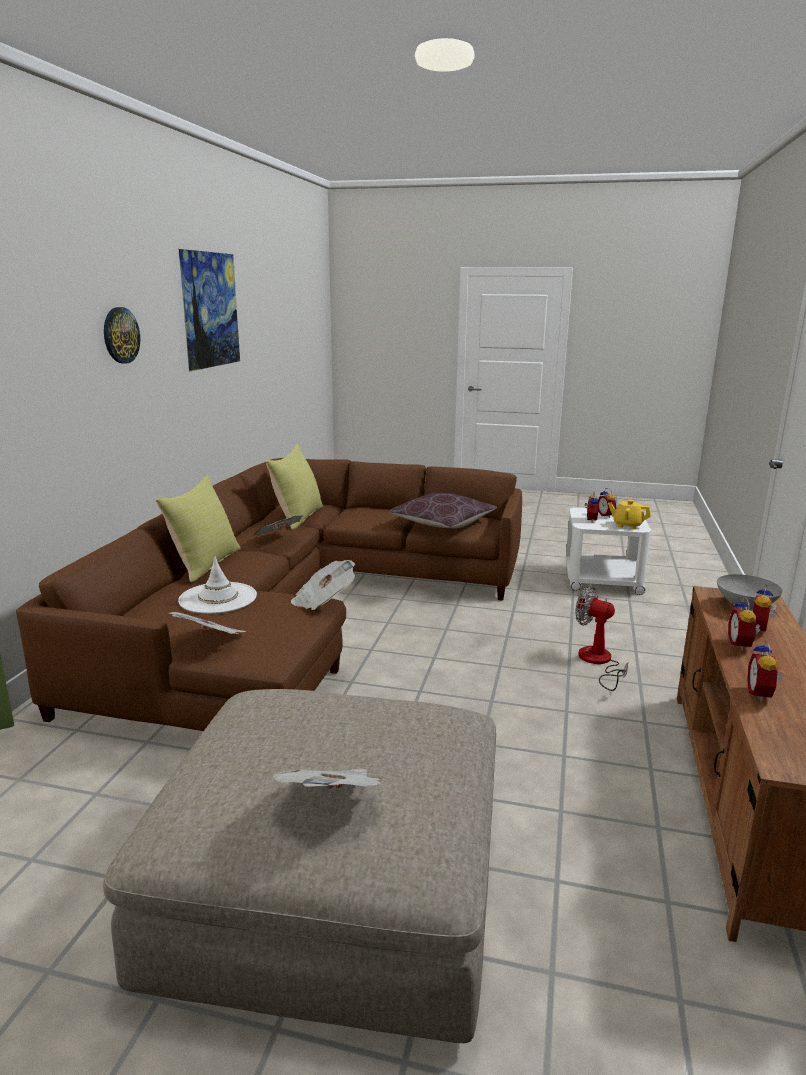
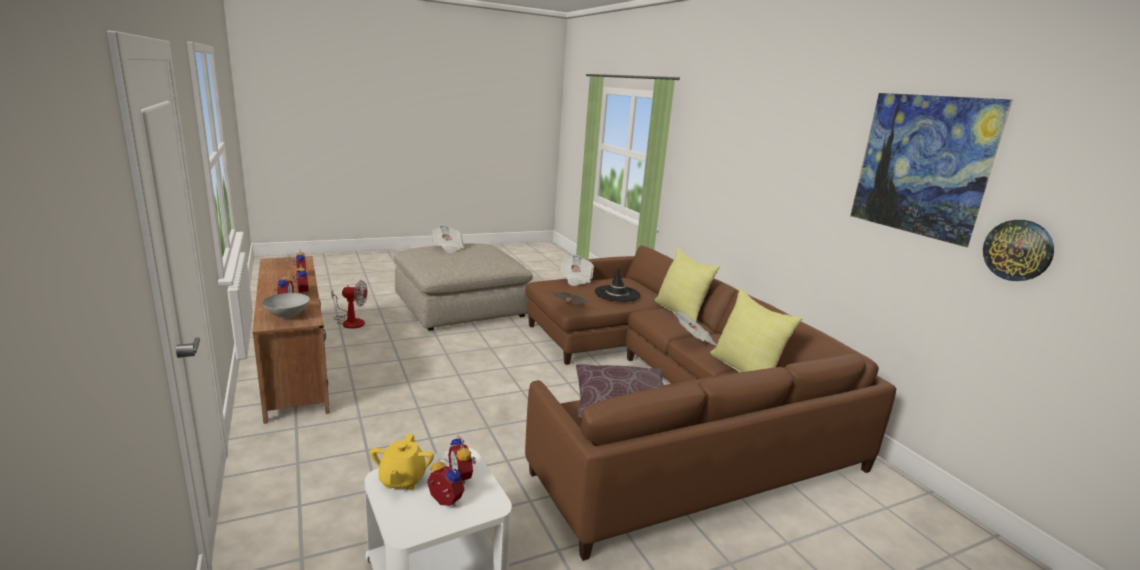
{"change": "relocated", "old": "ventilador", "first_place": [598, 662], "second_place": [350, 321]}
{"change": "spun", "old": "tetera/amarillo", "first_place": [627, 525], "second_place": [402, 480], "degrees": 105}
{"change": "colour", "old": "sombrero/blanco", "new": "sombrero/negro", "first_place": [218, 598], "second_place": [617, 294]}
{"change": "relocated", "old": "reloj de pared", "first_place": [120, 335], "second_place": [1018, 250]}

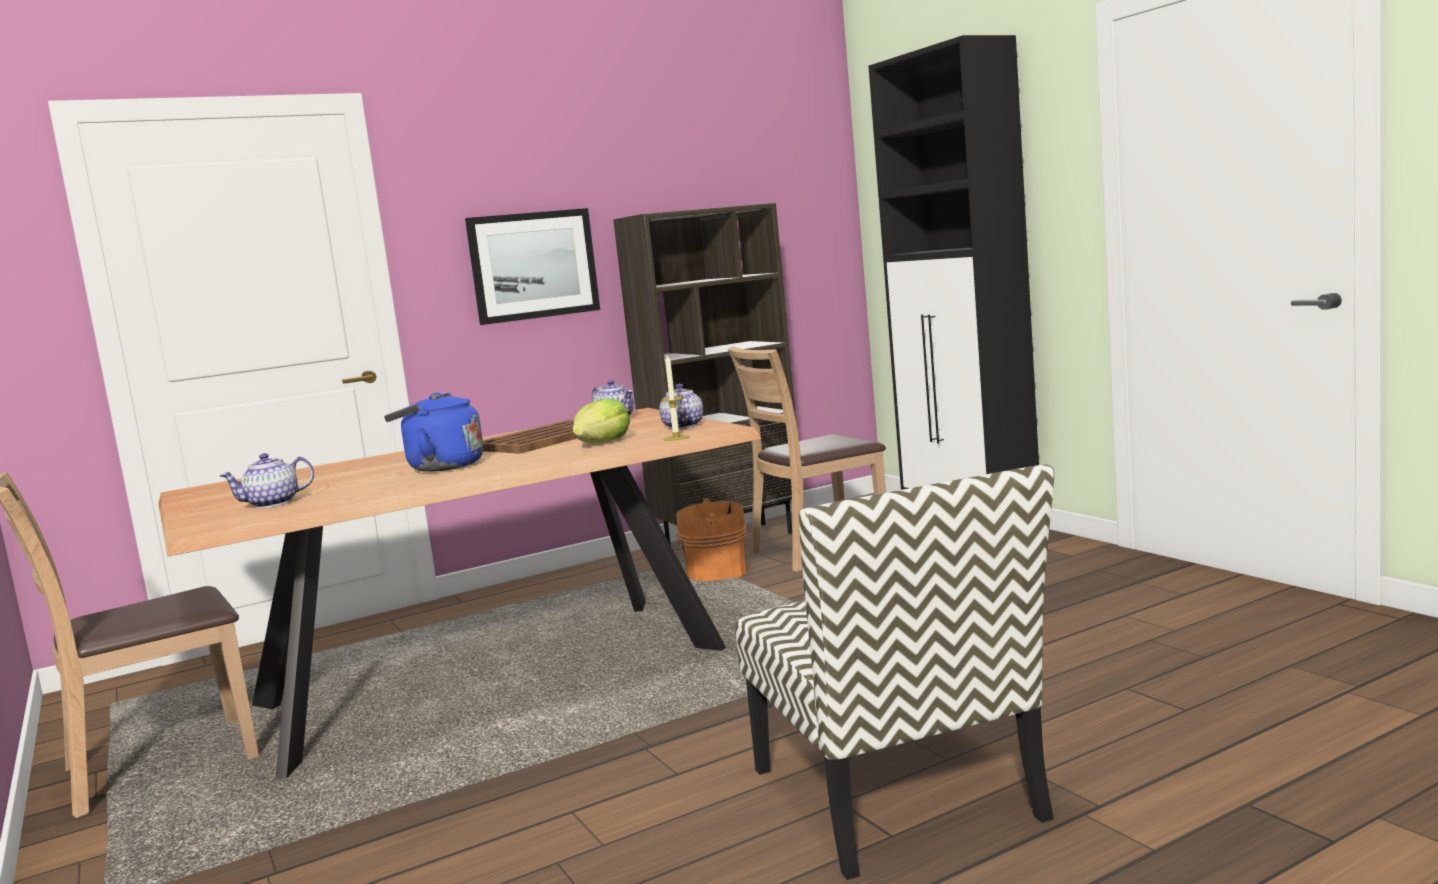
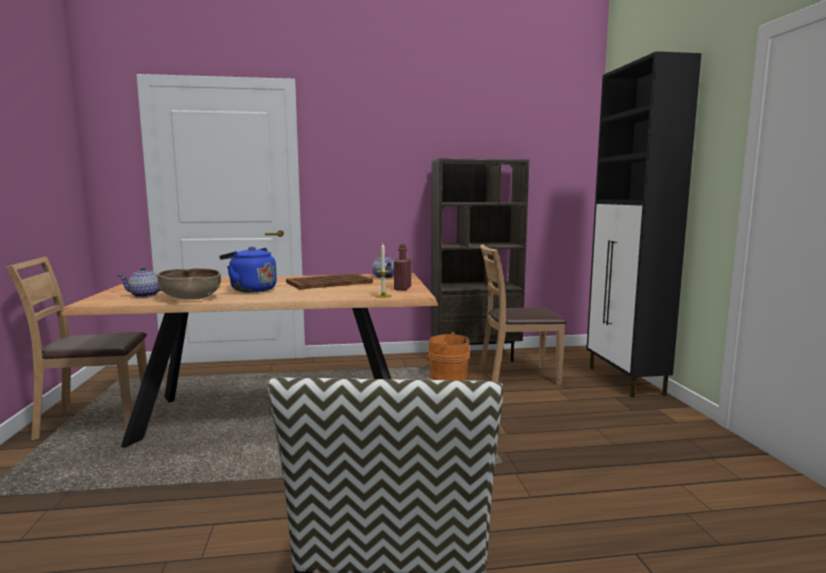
{"change": "appeared", "new": "cuenco/marrón", "second_place": [191, 298]}
{"change": "exchanged", "old": "tetera", "new": "botella/rojo", "first_place": [682, 426], "second_place": [402, 289]}
{"change": "missing", "old": "cuadro", "first_place": [533, 265]}
{"change": "missing", "old": "lechuga", "first_place": [602, 443]}

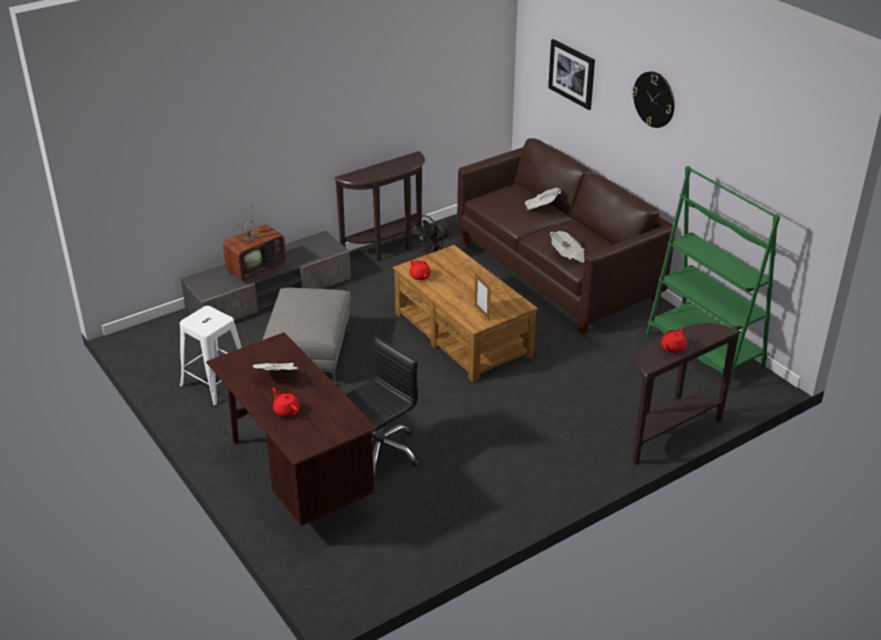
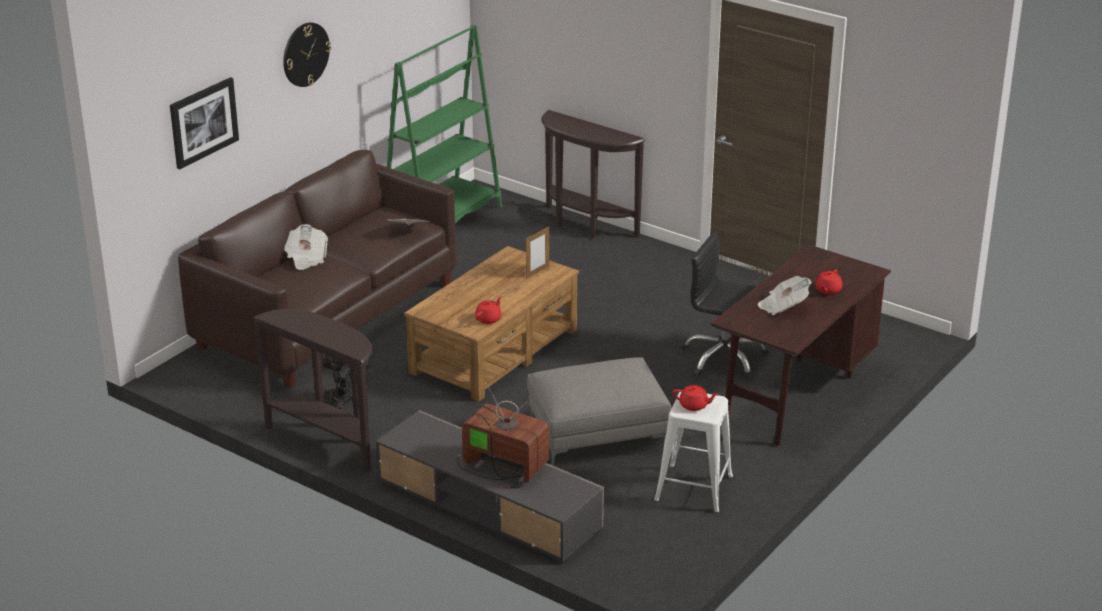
{"change": "relocated", "old": "tetera/rojo", "first_place": [672, 348], "second_place": [694, 405]}

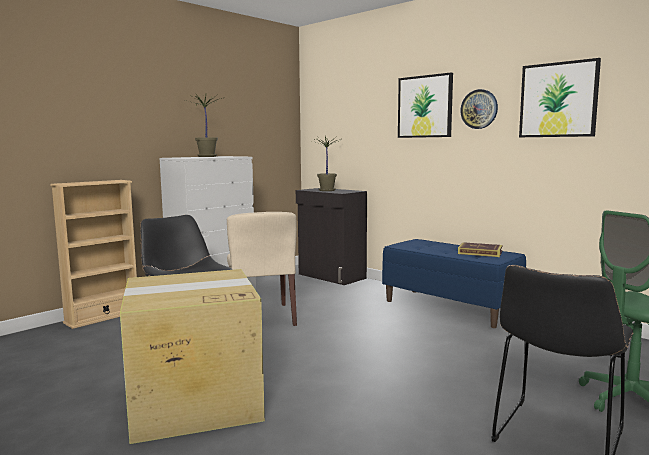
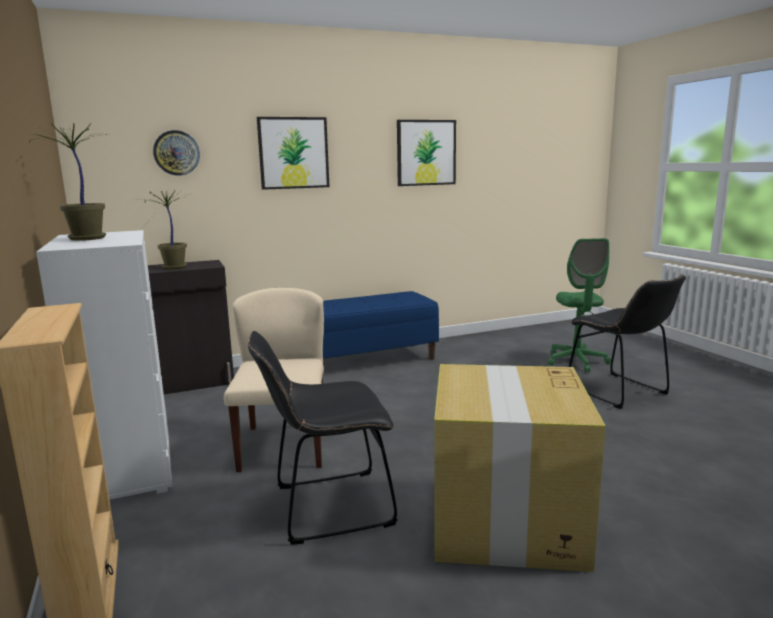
{"change": "relocated", "old": "reloj de pared", "first_place": [479, 109], "second_place": [176, 153]}
{"change": "spun", "old": "silla/beis", "first_place": [262, 317], "second_place": [283, 446], "degrees": -105}
{"change": "missing", "old": "libro", "first_place": [480, 252]}

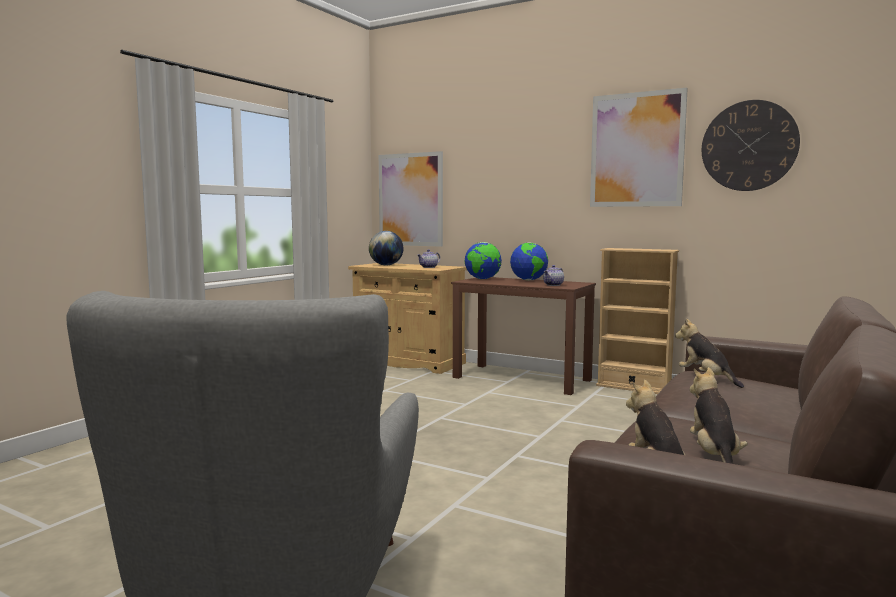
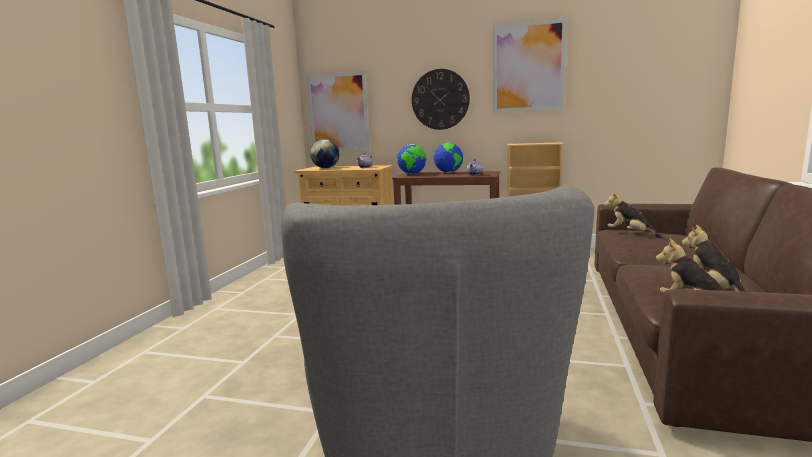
{"change": "relocated", "old": "reloj de pared", "first_place": [749, 146], "second_place": [440, 99]}

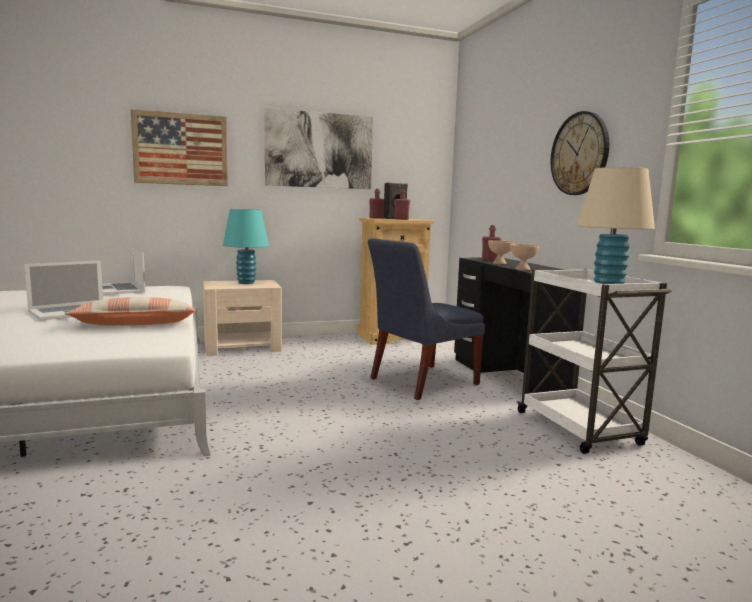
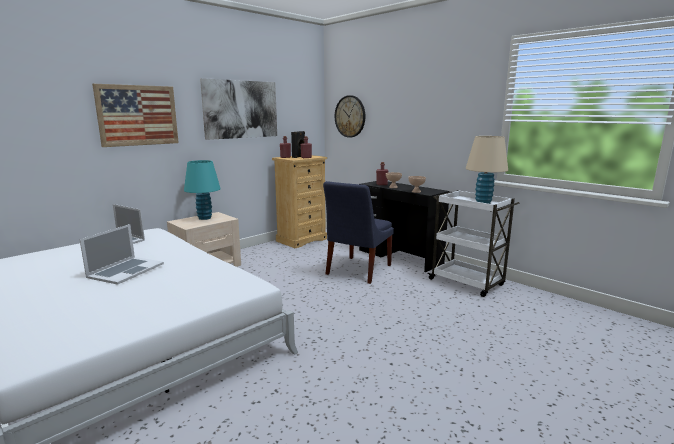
{"change": "relocated", "old": "reloj de pared", "first_place": [579, 154], "second_place": [350, 116]}
{"change": "missing", "old": "cojín", "first_place": [136, 325]}

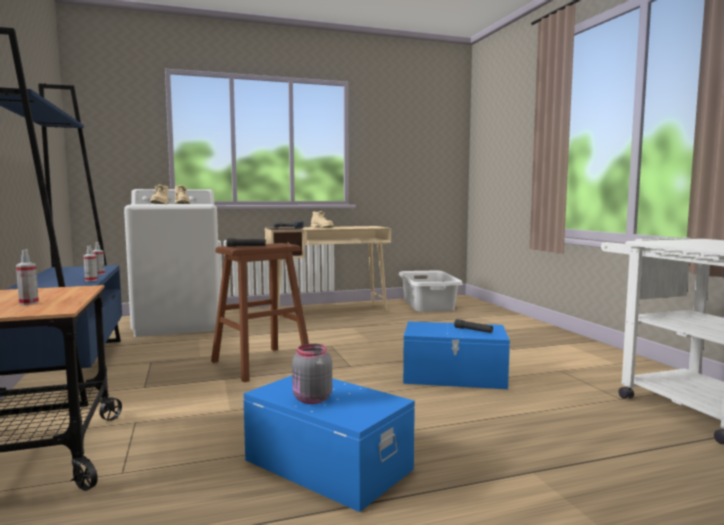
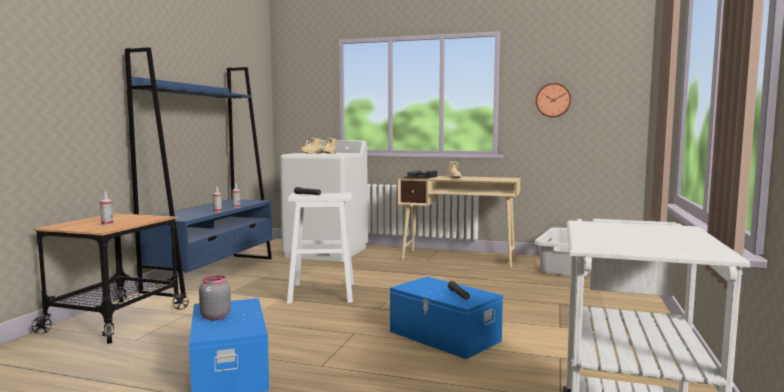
{"change": "colour", "old": "taburete/marrón", "new": "taburete/blanco", "first_place": [261, 364], "second_place": [322, 293]}
{"change": "appeared", "new": "reloj de pared", "second_place": [553, 100]}

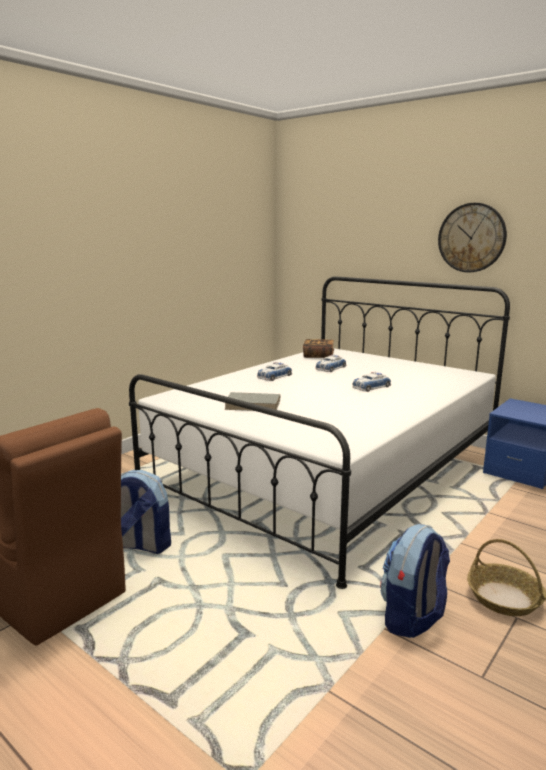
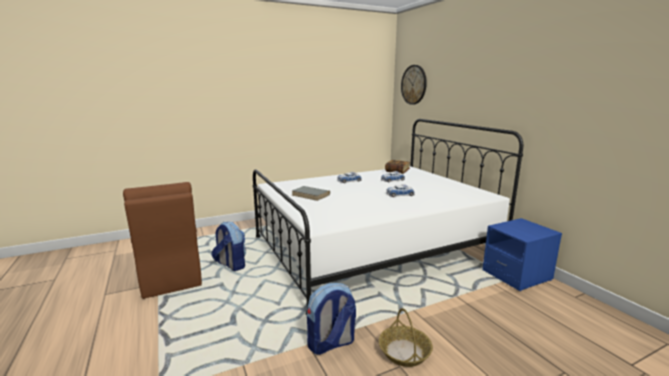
{"change": "relocated", "old": "reloj de pared", "first_place": [471, 238], "second_place": [414, 85]}

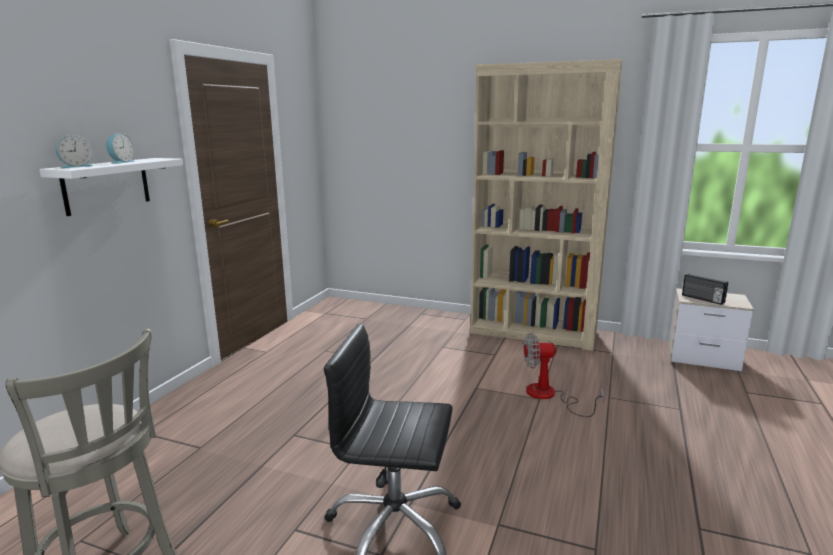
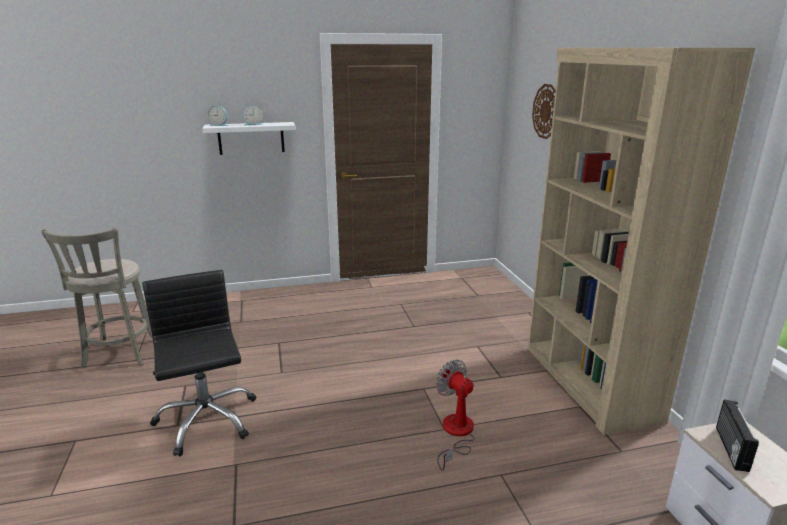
{"change": "appeared", "new": "reloj de pared", "second_place": [546, 111]}

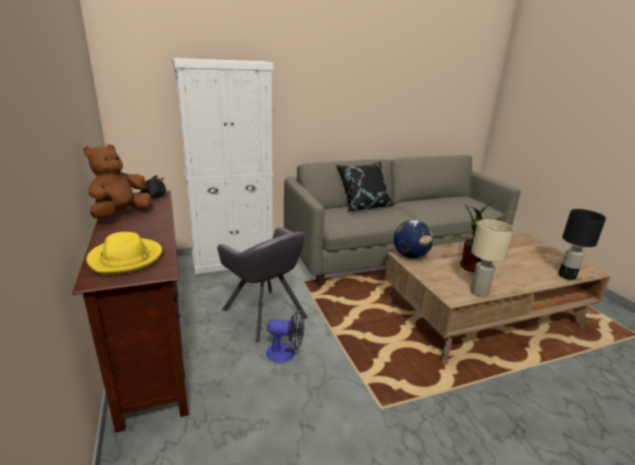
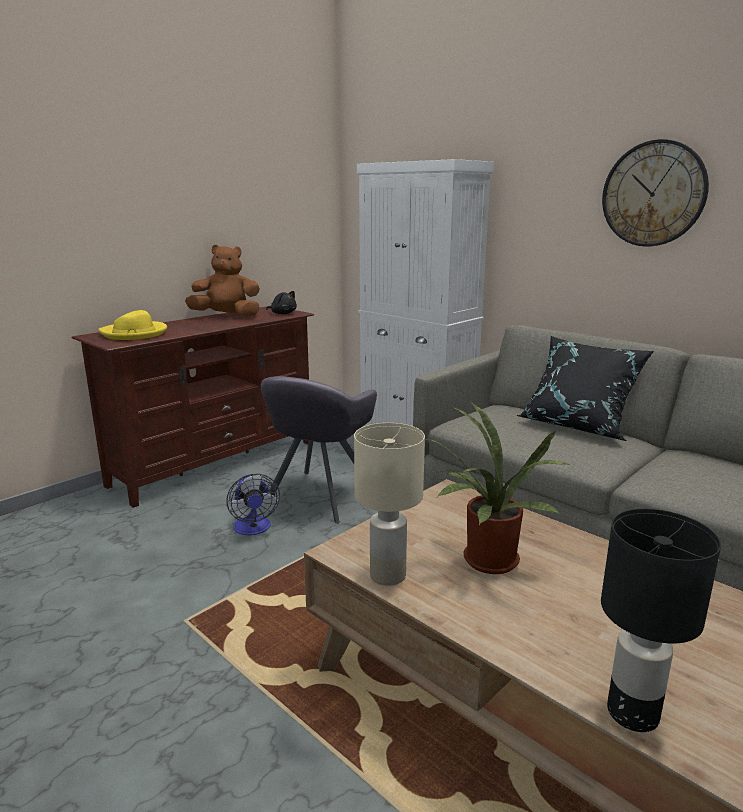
{"change": "appeared", "new": "reloj de pared", "second_place": [653, 194]}
{"change": "missing", "old": "globo terráqueo", "first_place": [410, 256]}

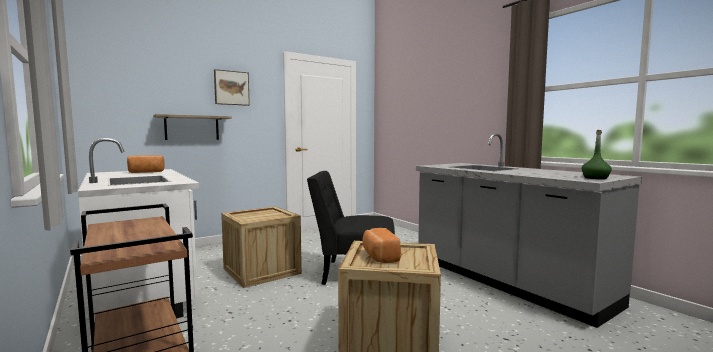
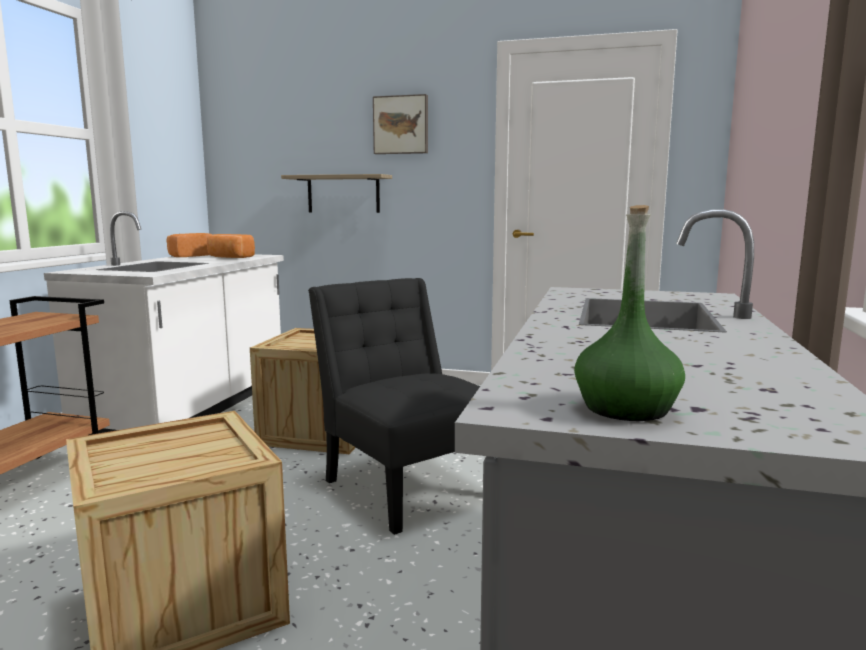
{"change": "relocated", "old": "pan", "first_place": [379, 256], "second_place": [190, 256]}

